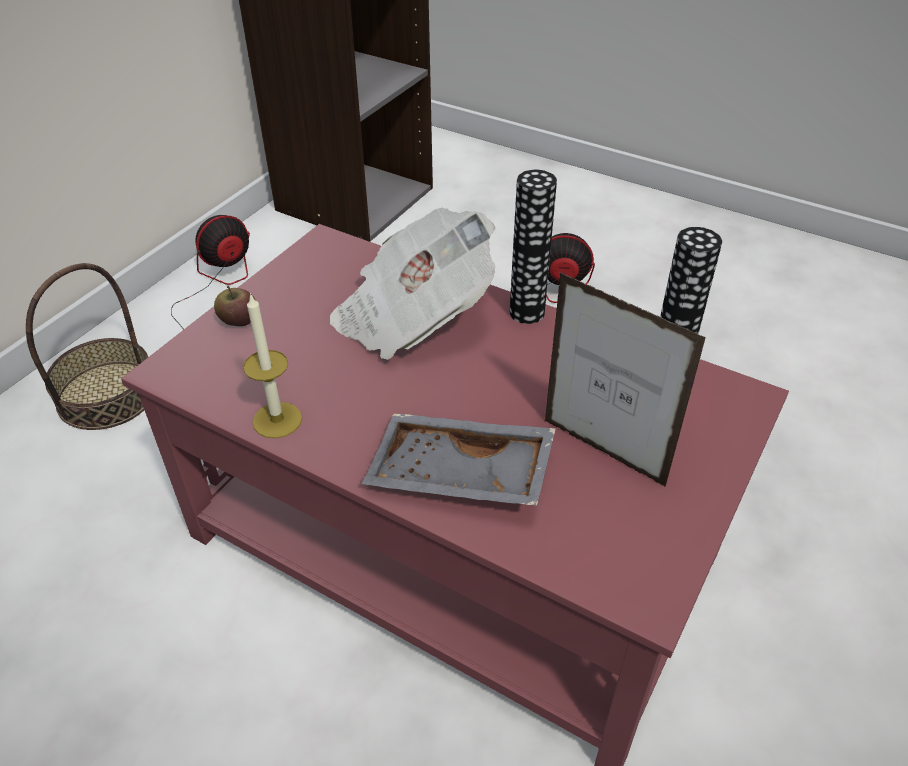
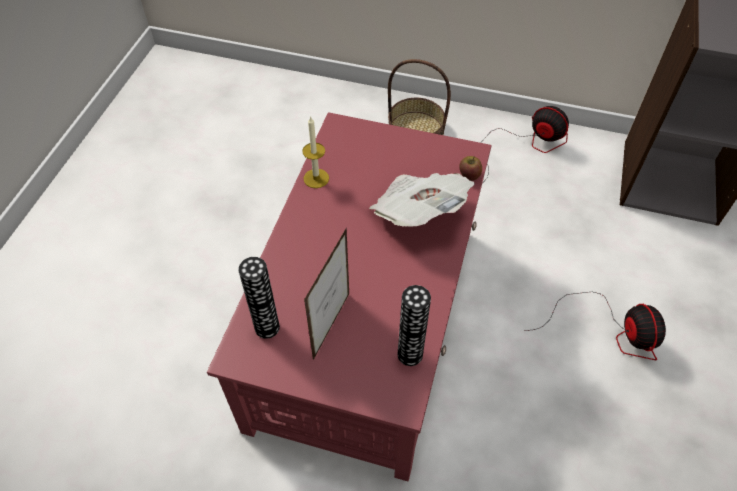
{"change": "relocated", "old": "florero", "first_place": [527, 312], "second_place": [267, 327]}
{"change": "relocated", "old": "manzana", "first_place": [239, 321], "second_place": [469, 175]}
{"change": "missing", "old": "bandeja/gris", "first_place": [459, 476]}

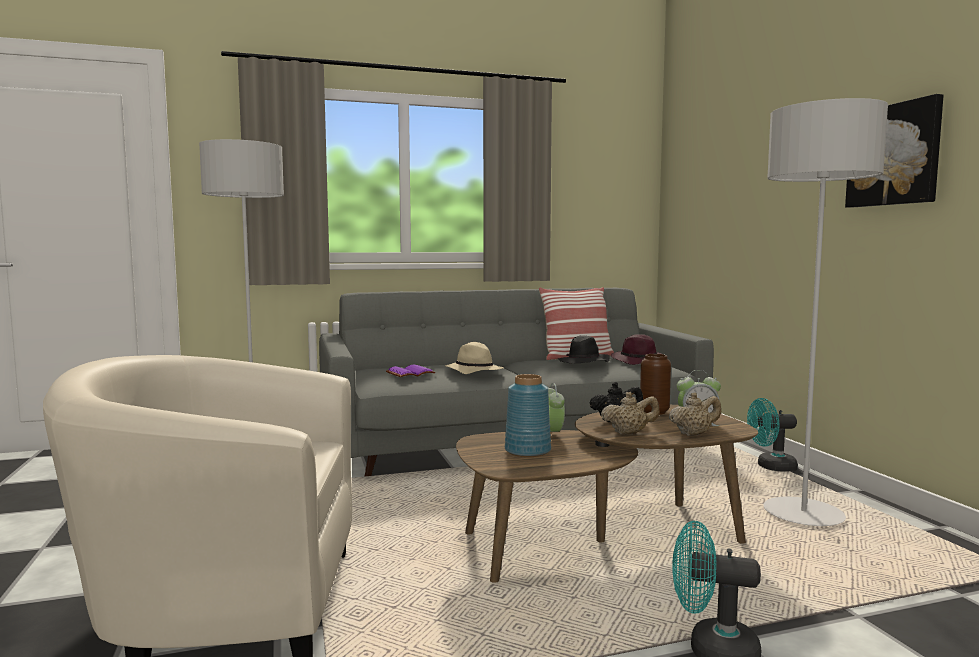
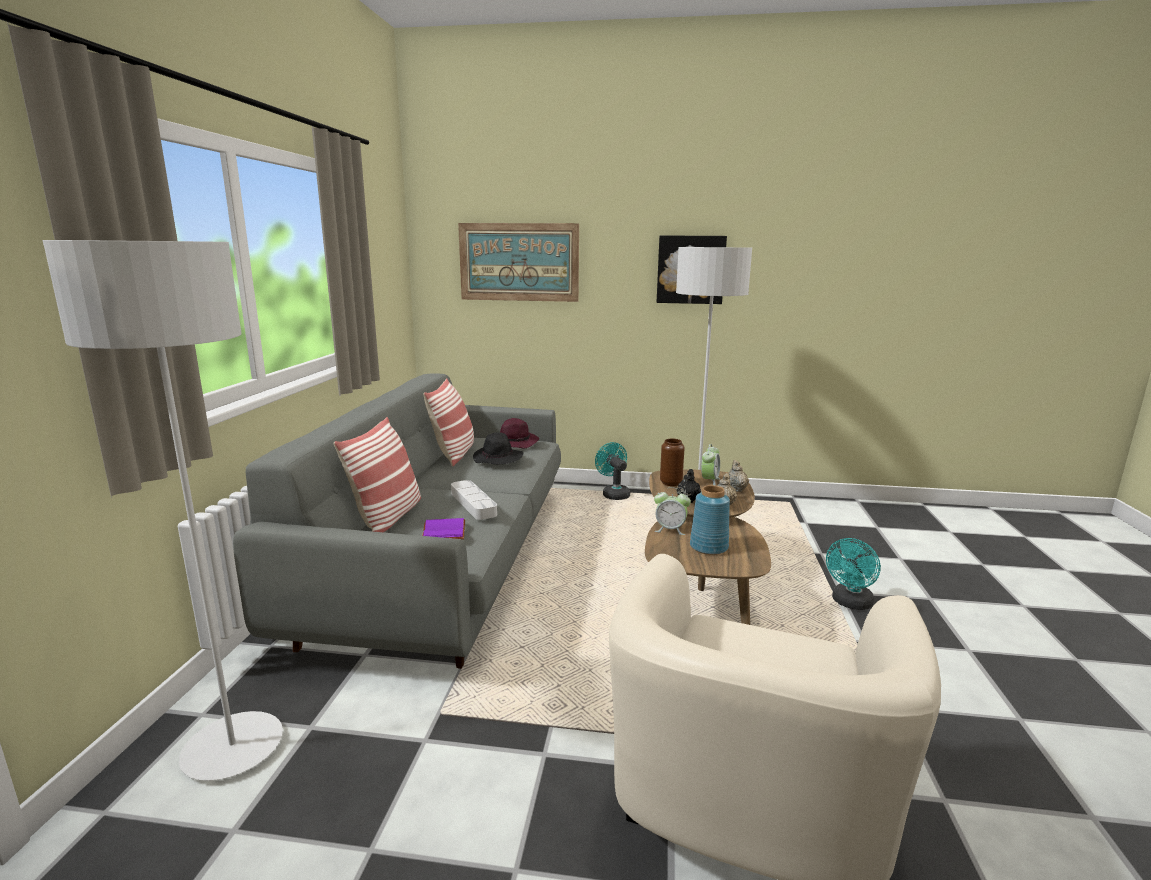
{"change": "appeared", "new": "cojín", "second_place": [388, 517]}
{"change": "exchanged", "old": "sombrero/beis", "new": "bandeja/gris", "first_place": [473, 371], "second_place": [473, 503]}
{"change": "appeared", "new": "cuadro", "second_place": [519, 262]}
{"change": "spun", "old": "ventilador/turquesa", "first_place": [771, 467], "second_place": [613, 494], "degrees": 135}

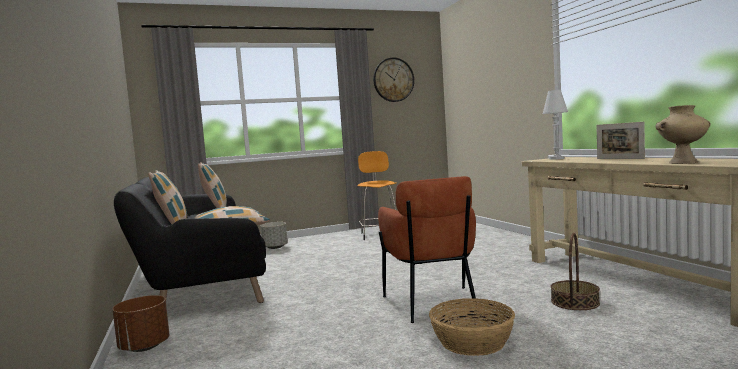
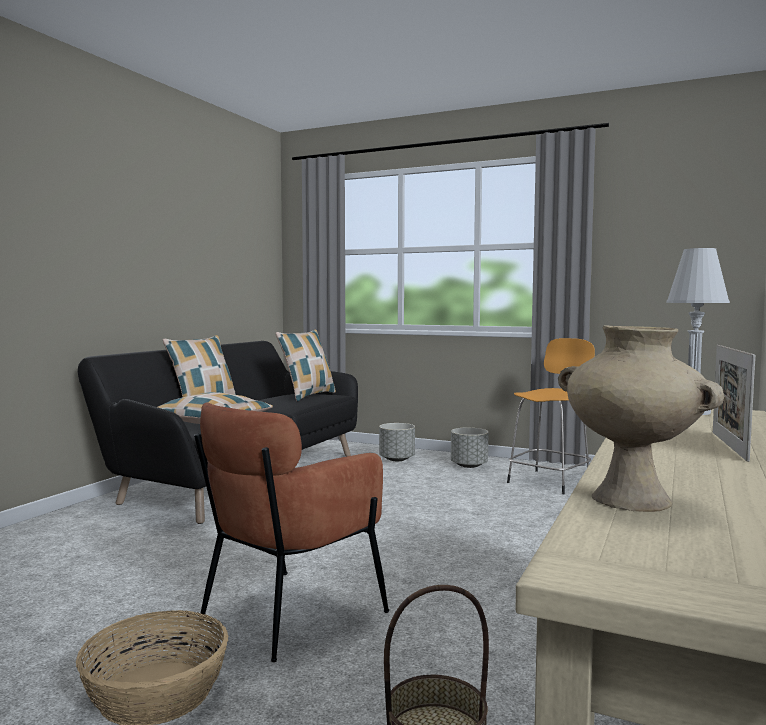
{"change": "appeared", "new": "maceta/gris", "second_place": [469, 465]}
{"change": "missing", "old": "maceta/marrón", "first_place": [144, 347]}
{"change": "missing", "old": "reloj de pared", "first_place": [393, 80]}

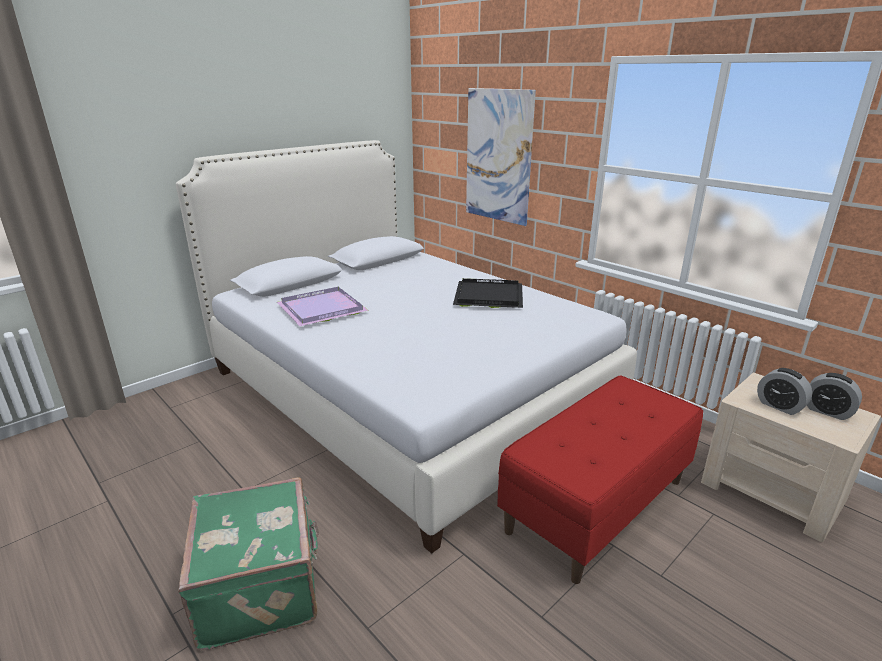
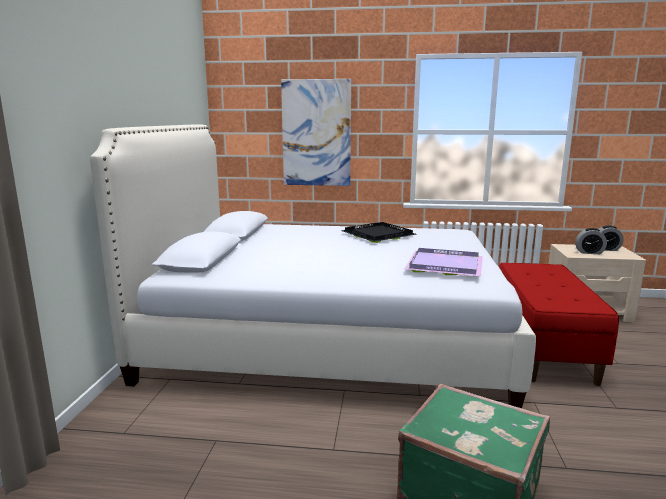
{"change": "relocated", "old": "bandeja/morado", "first_place": [324, 309], "second_place": [446, 265]}

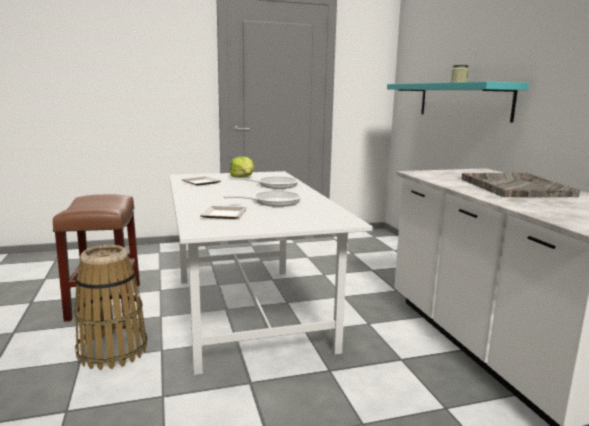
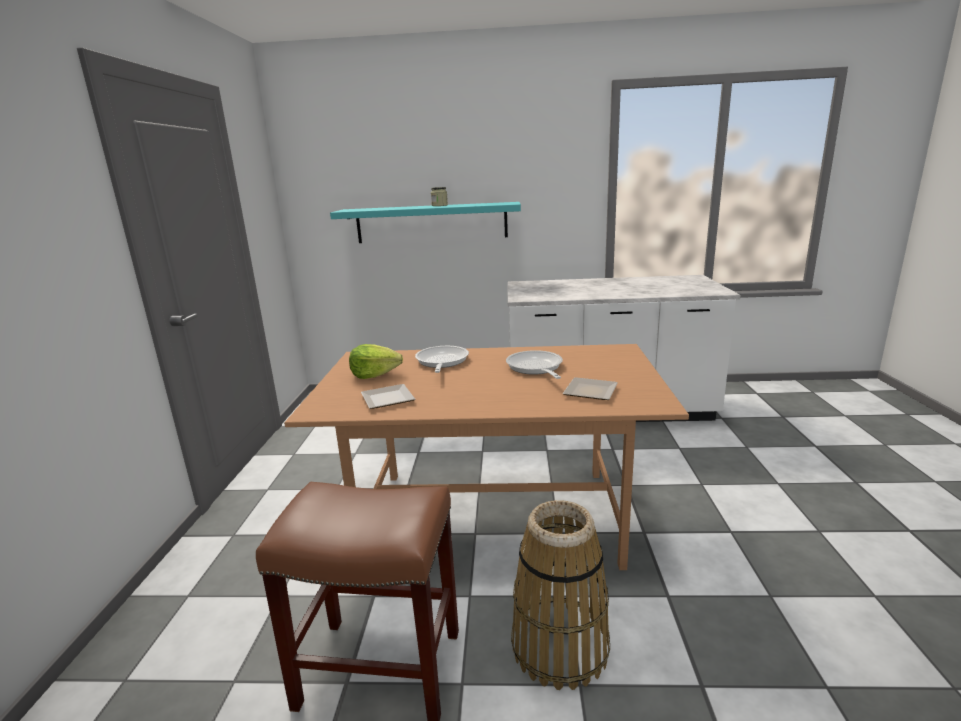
{"change": "colour", "old": "mesa de comedor/blanco", "new": "mesa de comedor/marrón", "first_place": [247, 311], "second_place": [490, 517]}
{"change": "missing", "old": "bandeja/gris", "first_place": [514, 187]}

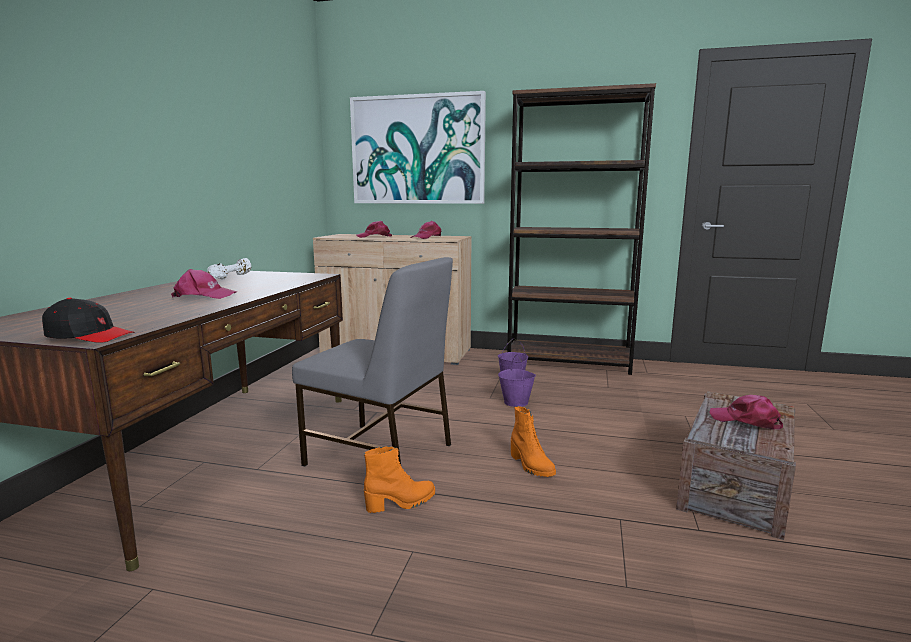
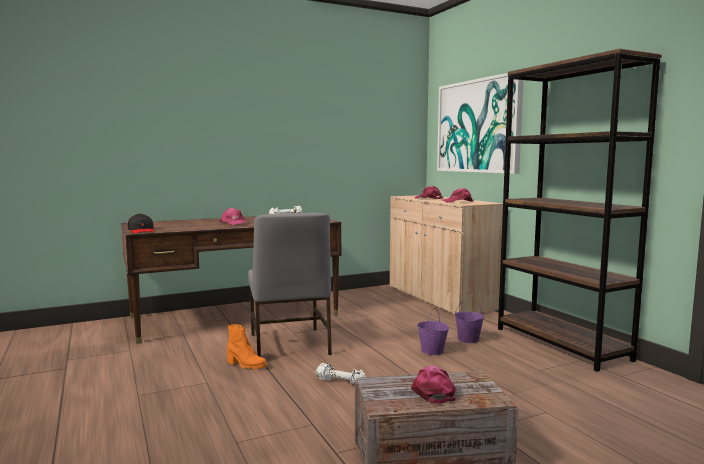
{"change": "exchanged", "old": "bota/naranja", "new": "mancuerna/blanco", "first_place": [531, 466], "second_place": [341, 382]}

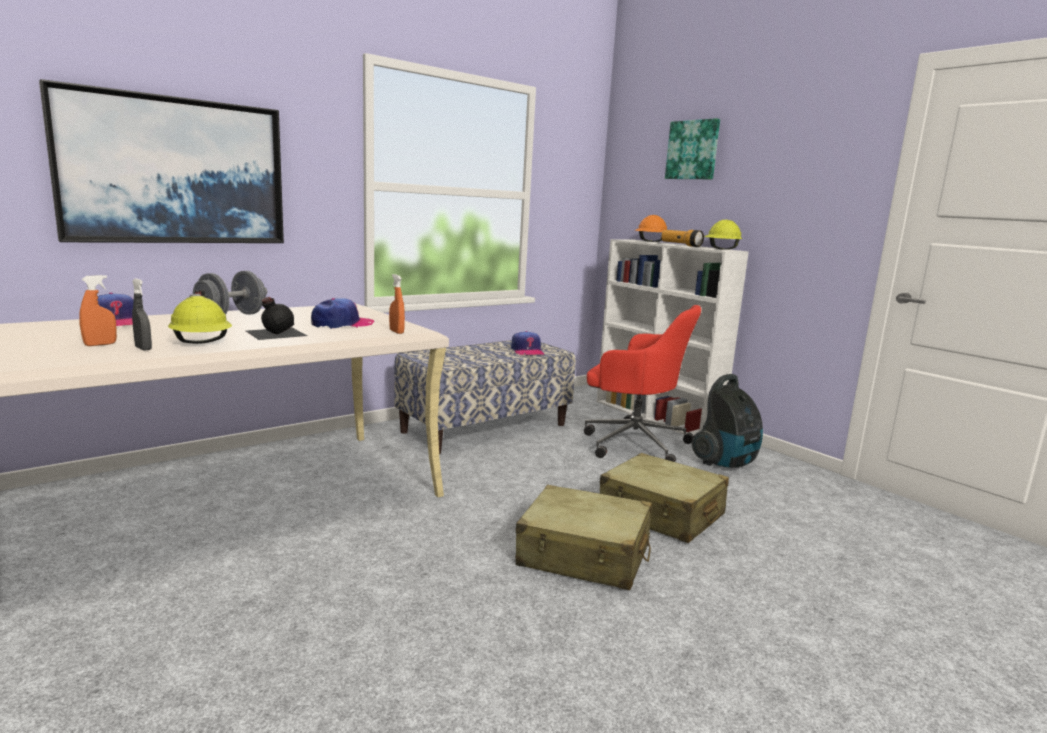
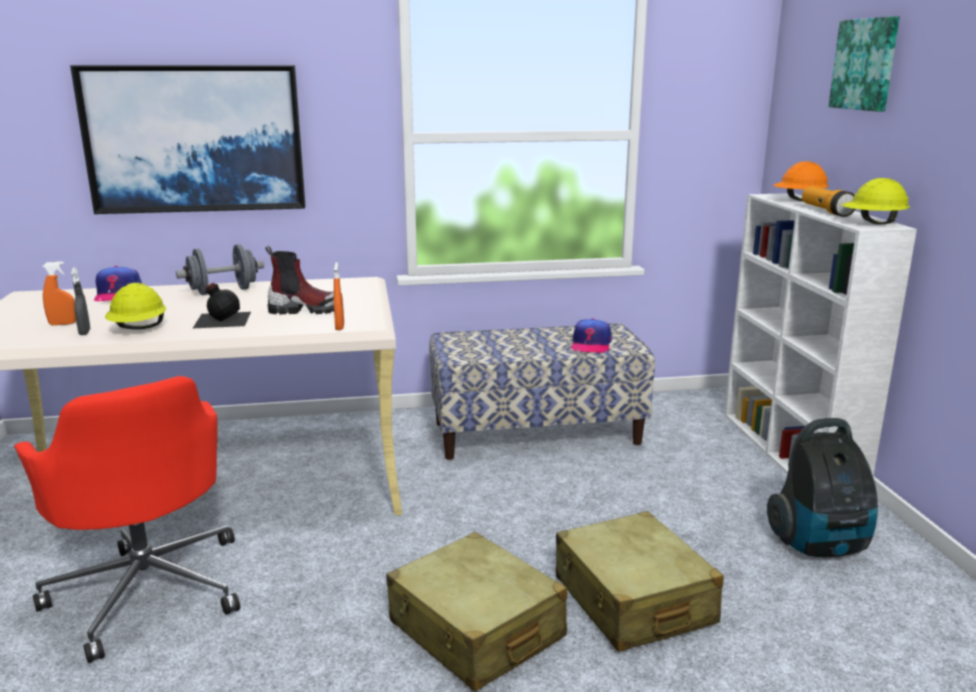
{"change": "relocated", "old": "silla de oficina/rojo", "first_place": [632, 443], "second_place": [148, 589]}
{"change": "exchanged", "old": "gorra", "new": "bota", "first_place": [342, 324], "second_place": [305, 310]}

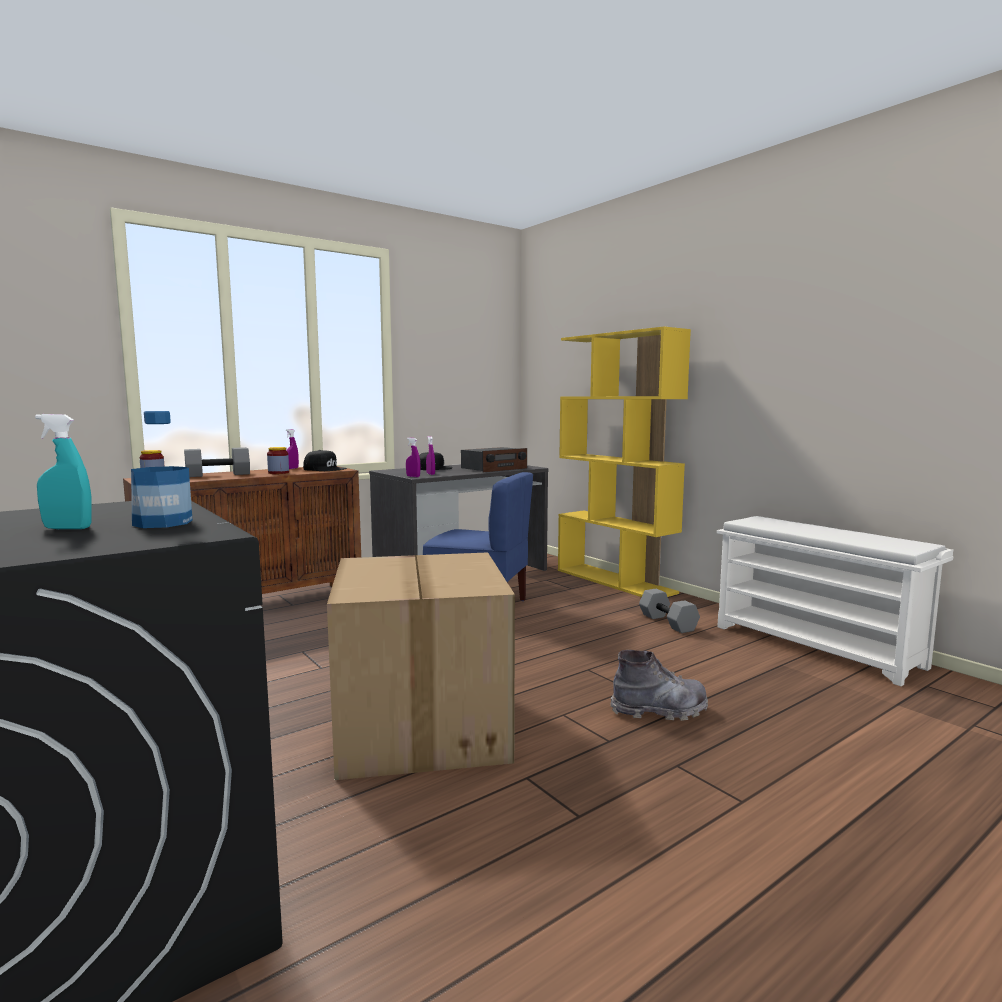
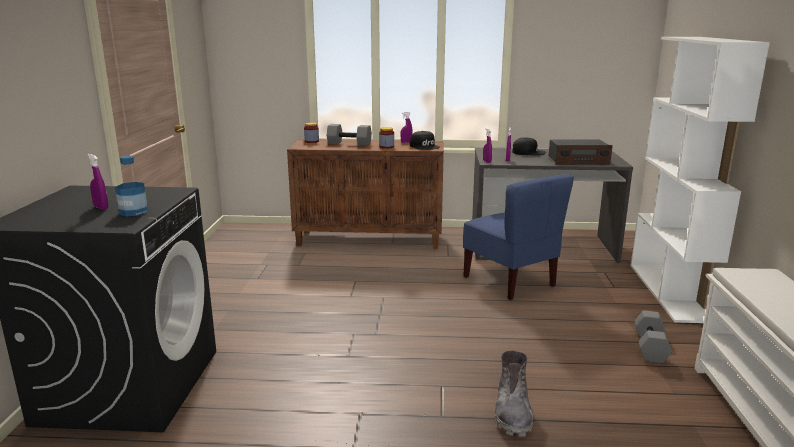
{"change": "colour", "old": "pulverizador/turquesa", "new": "pulverizador/morado", "first_place": [67, 528], "second_place": [101, 207]}
{"change": "spun", "old": "bota/gris", "first_place": [659, 711], "second_place": [512, 413], "degrees": 60}
{"change": "colour", "old": "estantería/amarillo", "new": "estantería/blanco", "first_place": [615, 581], "second_place": [670, 292]}
{"change": "missing", "old": "caja de cartón", "first_place": [419, 726]}

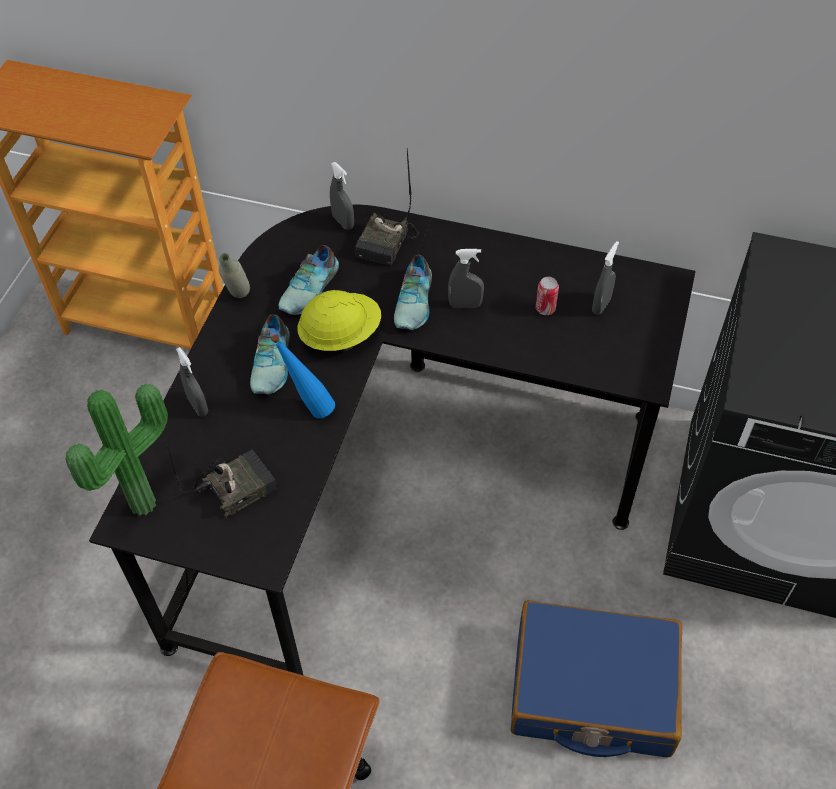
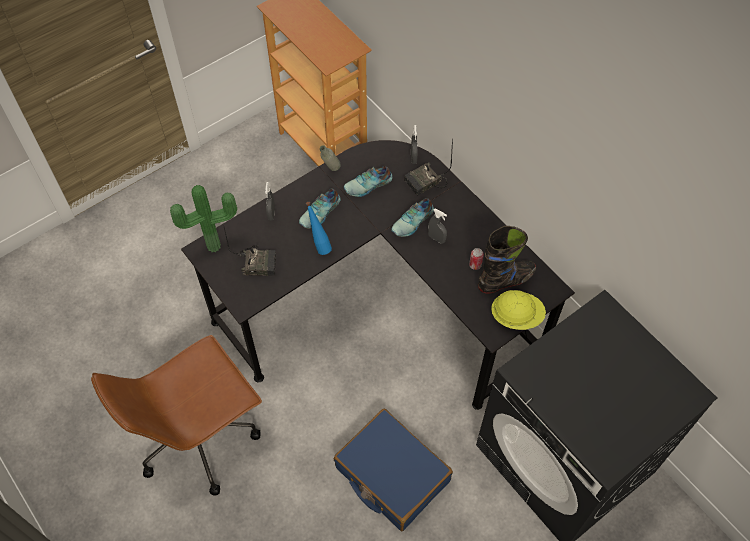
{"change": "exchanged", "old": "pulverizador/gris", "new": "bota/negro", "first_place": [601, 305], "second_place": [506, 280]}
{"change": "relocated", "old": "casco/amarillo", "first_place": [340, 335], "second_place": [516, 316]}

